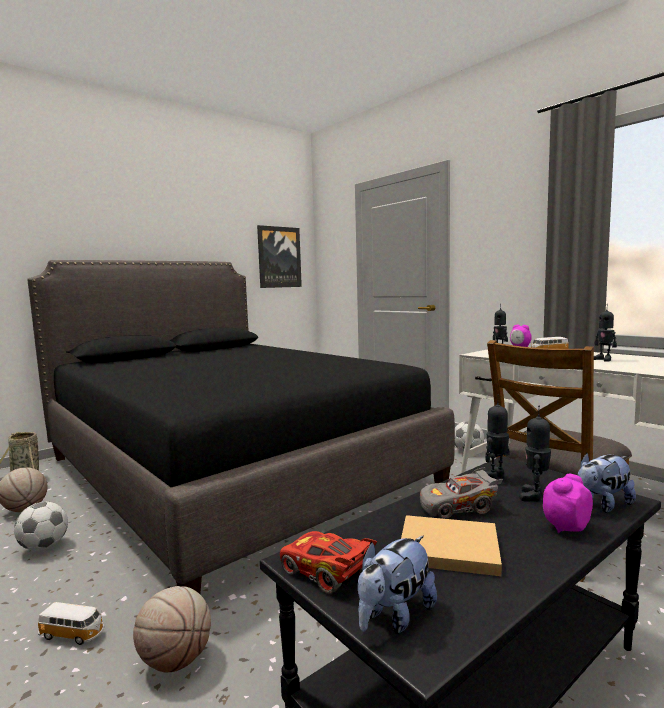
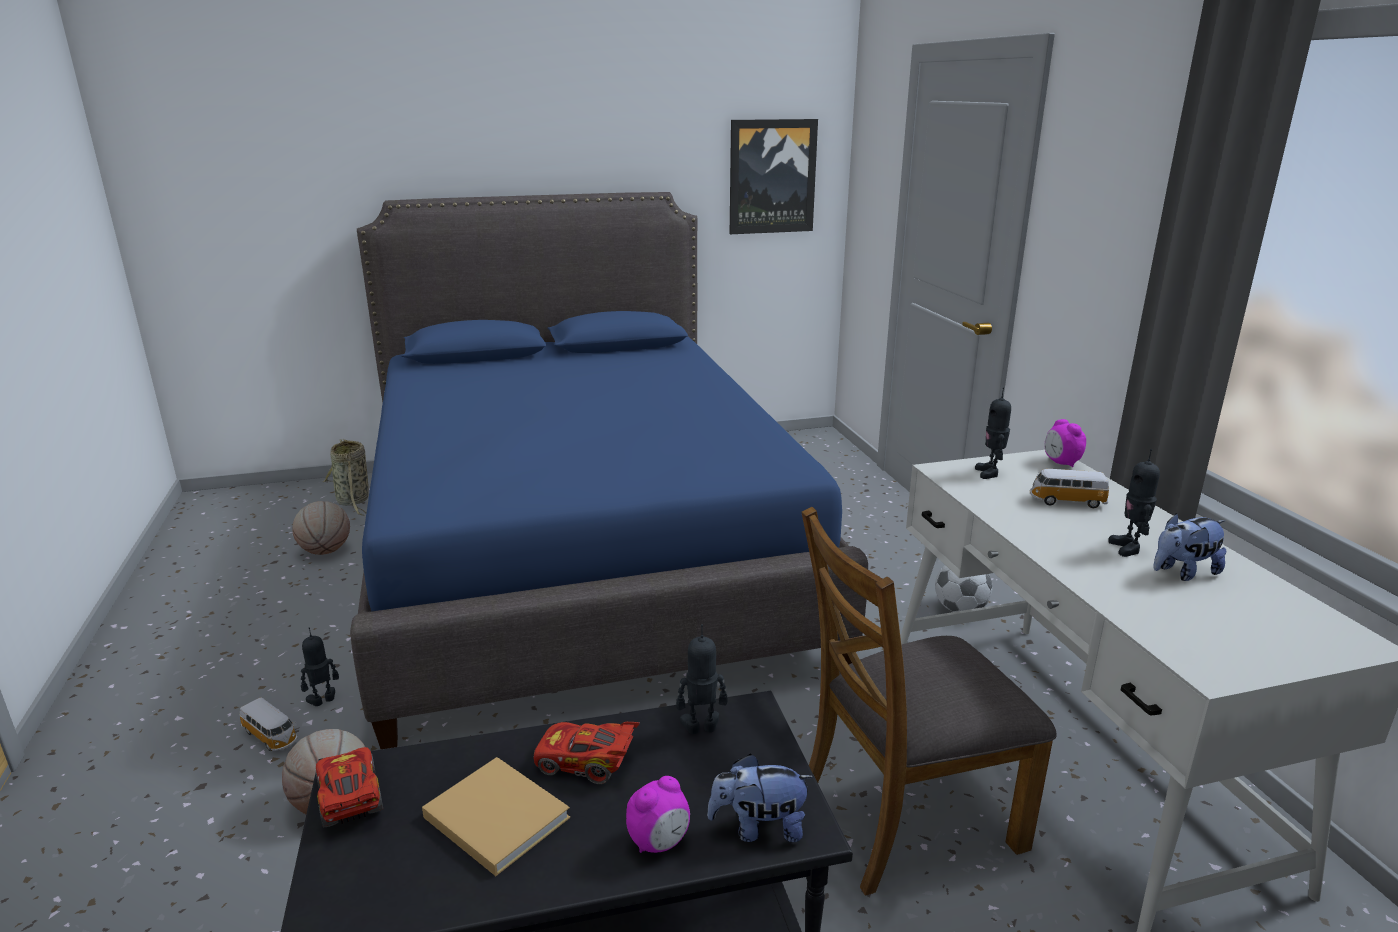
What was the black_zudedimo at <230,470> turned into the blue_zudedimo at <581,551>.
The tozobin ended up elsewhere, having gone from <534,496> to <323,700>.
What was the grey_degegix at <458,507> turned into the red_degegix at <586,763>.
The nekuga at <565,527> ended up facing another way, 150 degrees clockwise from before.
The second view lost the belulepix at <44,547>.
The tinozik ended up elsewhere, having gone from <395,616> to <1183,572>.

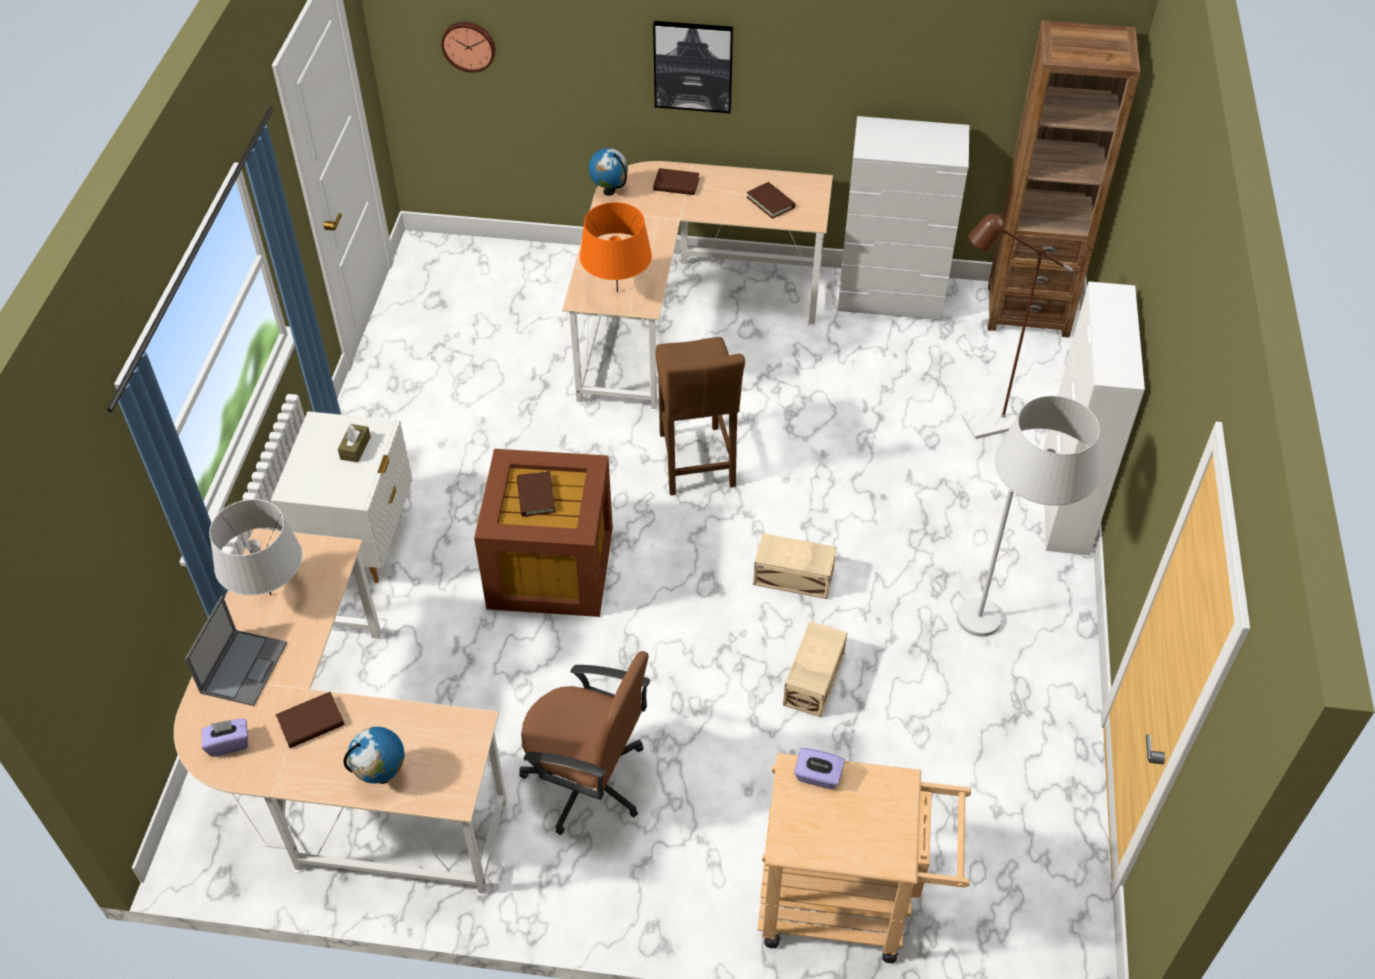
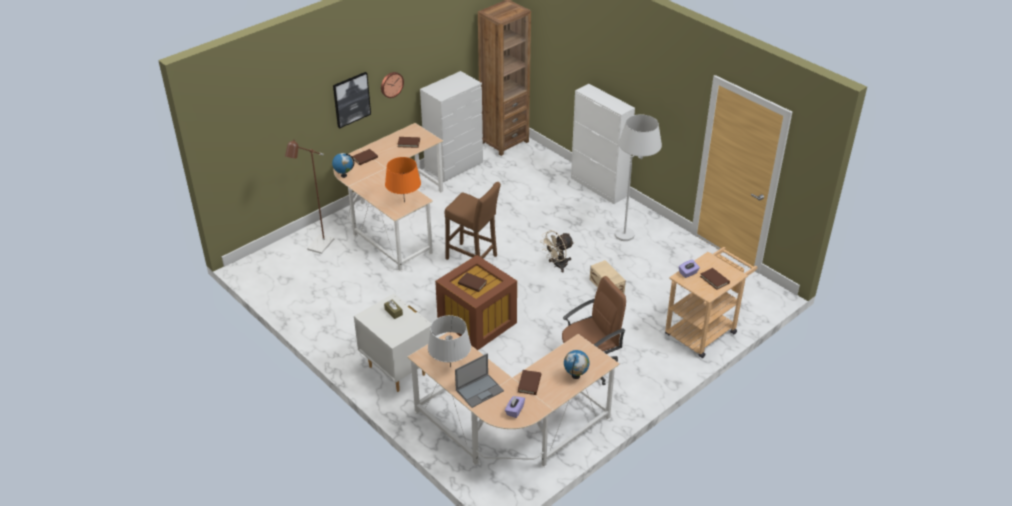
The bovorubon ended up elsewhere, having gone from <469,45> to <391,84>.
The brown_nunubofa ended up elsewhere, having gone from <981,424> to <318,247>.
Where the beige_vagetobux stood at <794,578>, the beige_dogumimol came to stand at <557,265>.
The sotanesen at <244,667> ended up facing another way, 90 degrees clockwise from before.
The second view gained the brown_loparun at <714,280>.

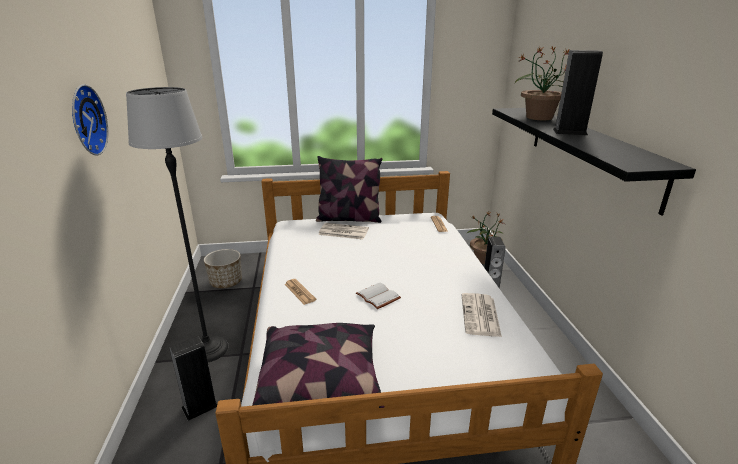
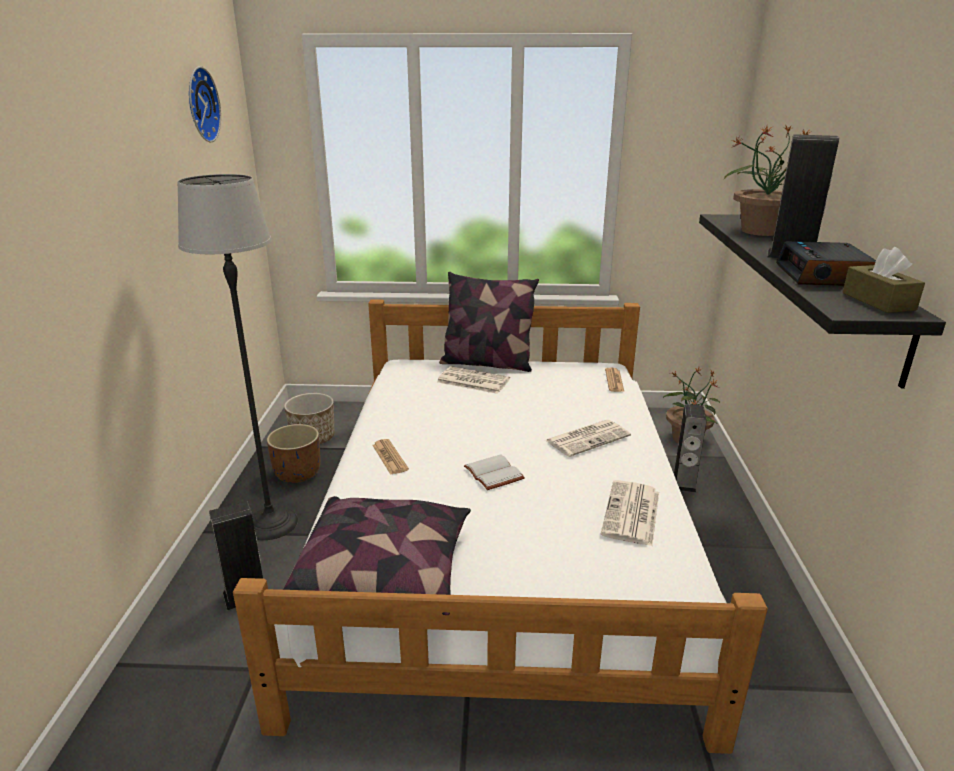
The bovorubon ended up elsewhere, having gone from <85,120> to <199,105>.
The second view gained the nekuga at <824,275>.
The second view gained the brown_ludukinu at <878,301>.
The second view gained the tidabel at <588,438>.
The second view gained the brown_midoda at <298,473>.

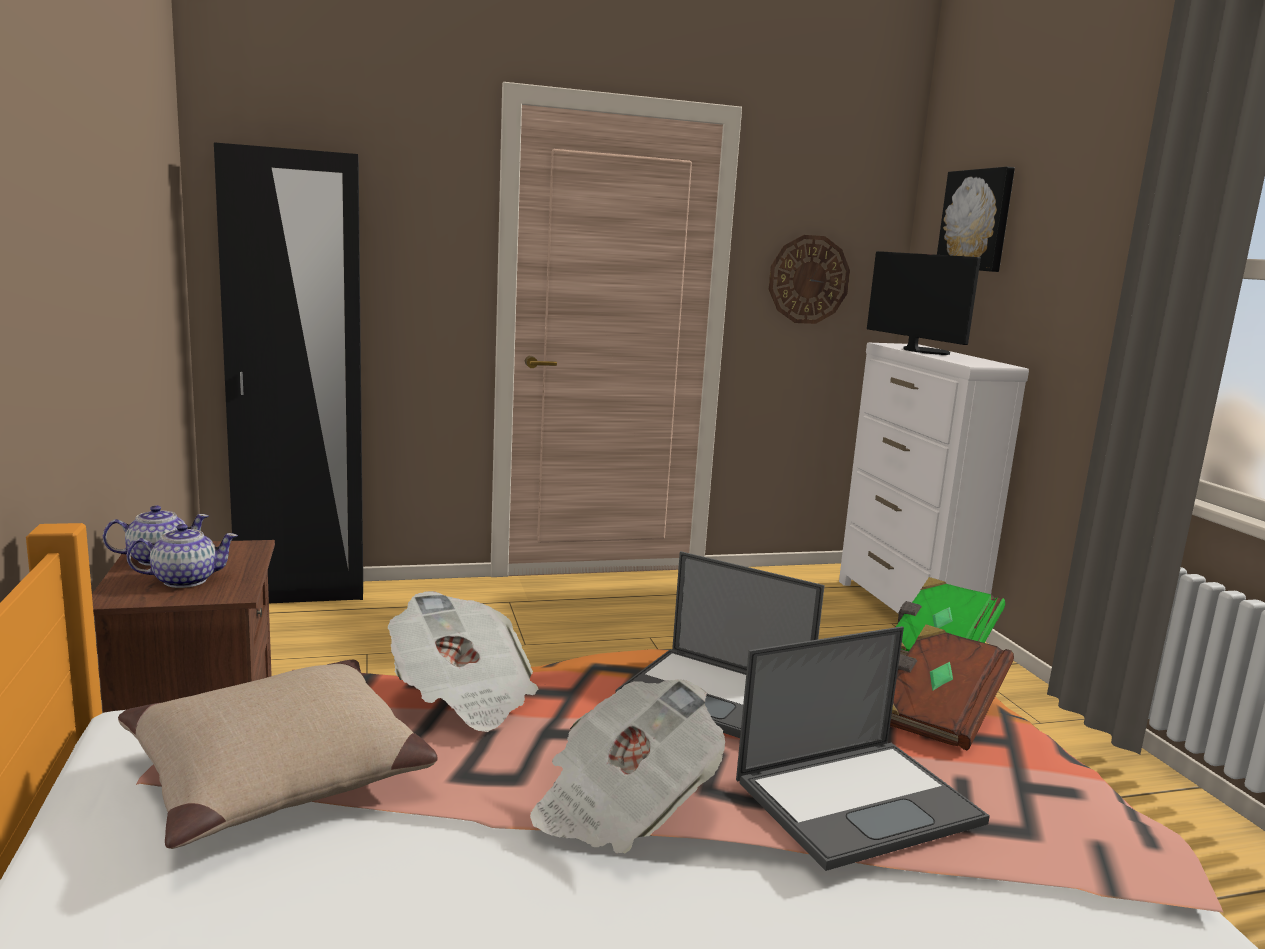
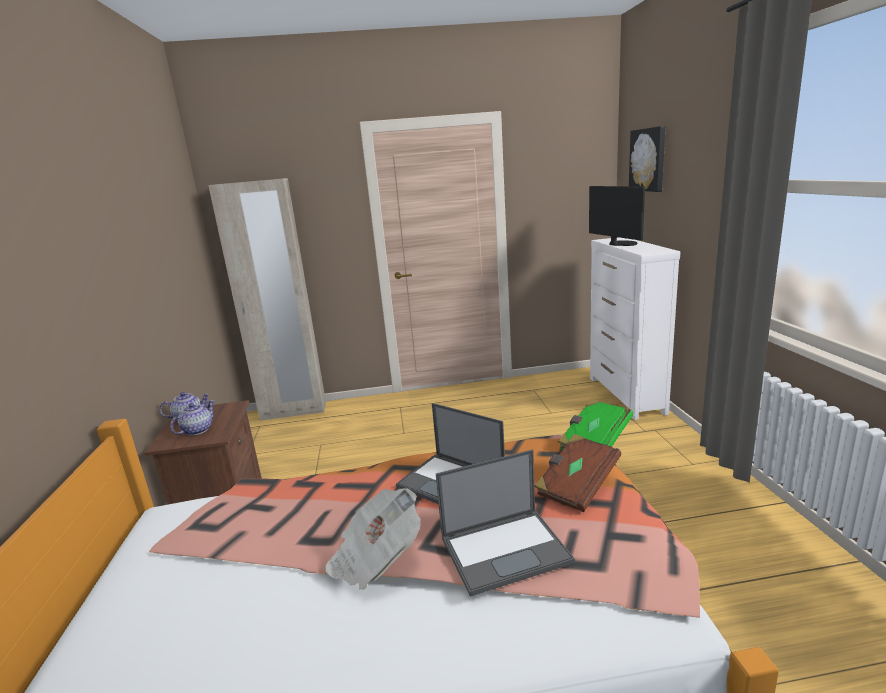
What was the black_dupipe at <301,594> turned into the beige_dupipe at <293,411>.
The second view lost the bovorubon at <808,279>.
The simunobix at <184,580> ended up facing another way, 45 degrees counterclockwise from before.
The second view lost the tidabel at <463,695>.
The second view lost the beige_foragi at <279,772>.

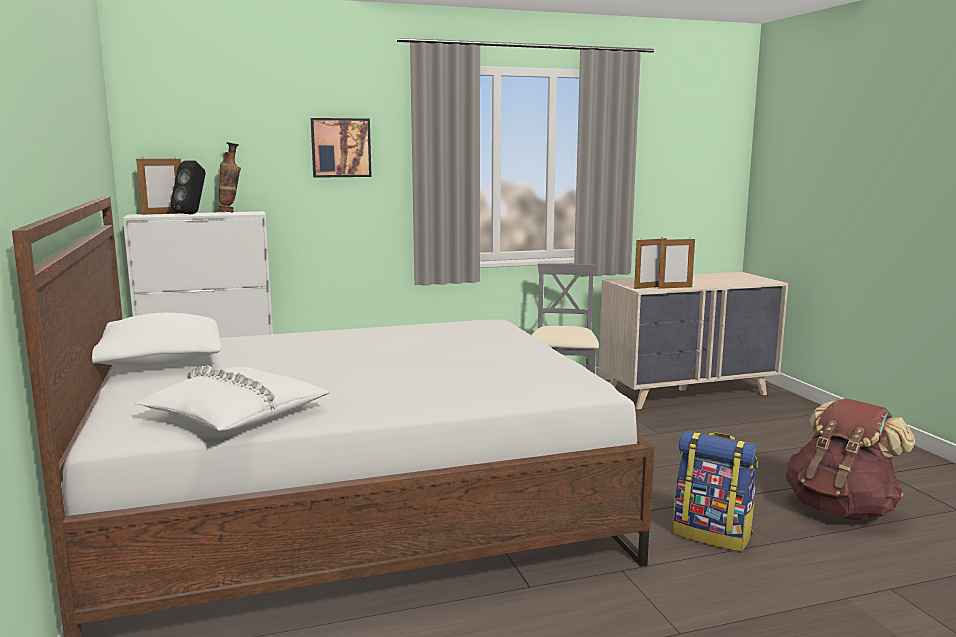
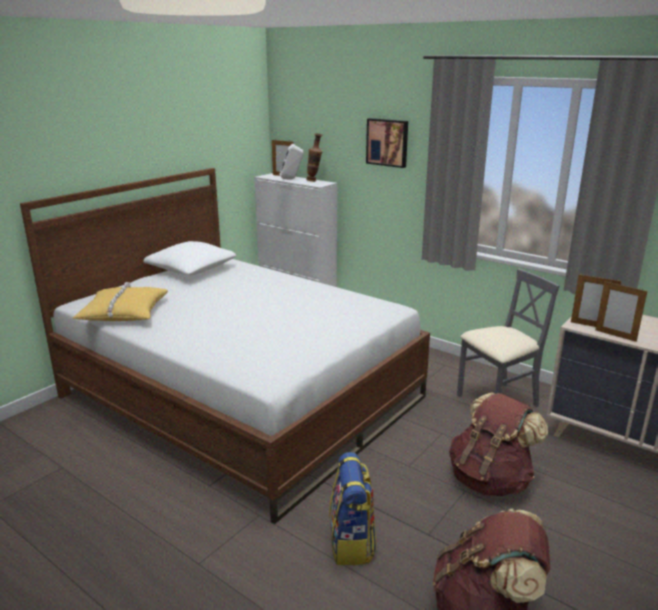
What was the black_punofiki at <192,214> turned into the white_punofiki at <291,179>.
What was the white_foragi at <234,414> turned into the yellow_foragi at <124,313>.
The second view gained the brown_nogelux at <490,480>.

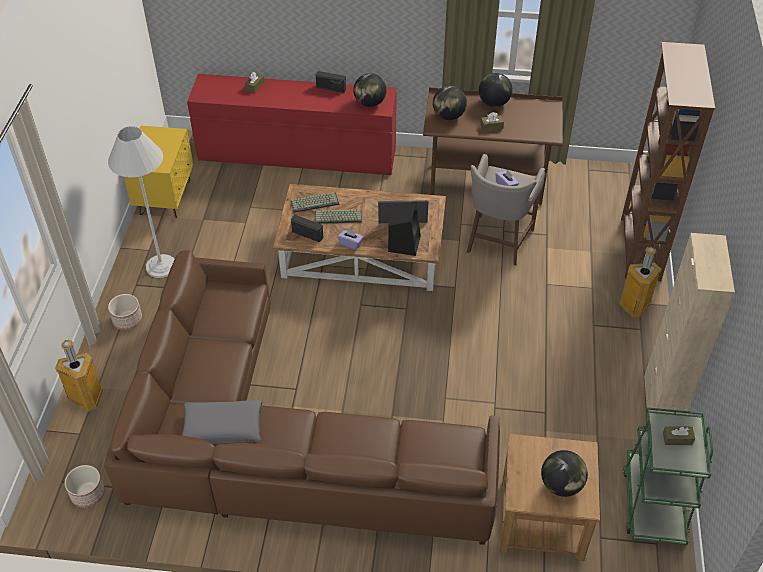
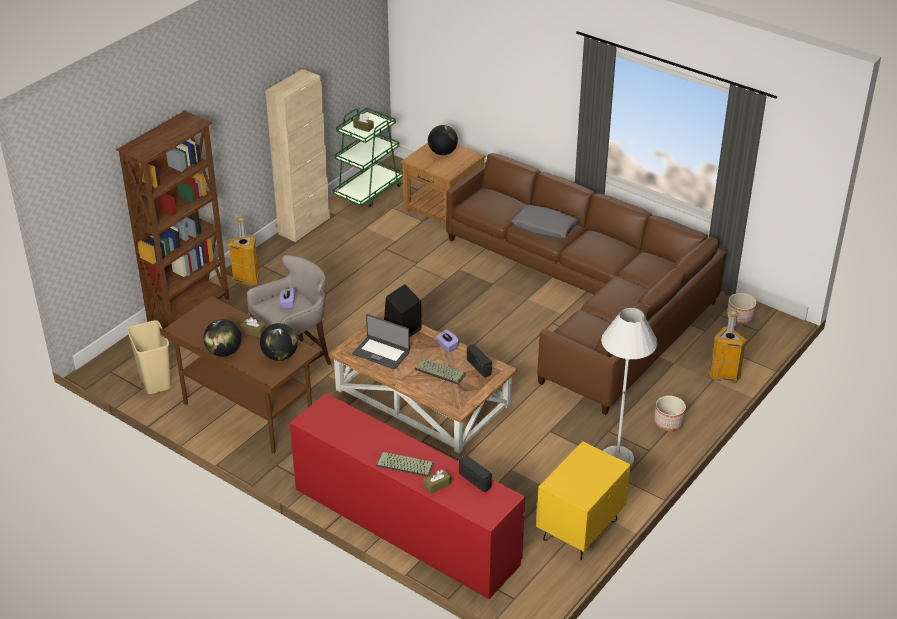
The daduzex ended up elsewhere, having gone from <331,88> to <475,480>.
The second view lost the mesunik at <370,103>.
The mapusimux ended up elsewhere, having gone from <315,202> to <404,465>.
The grey_foragi ended up elsewhere, having gone from <223,427> to <544,227>.
The second view gained the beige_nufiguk at <154,382>.

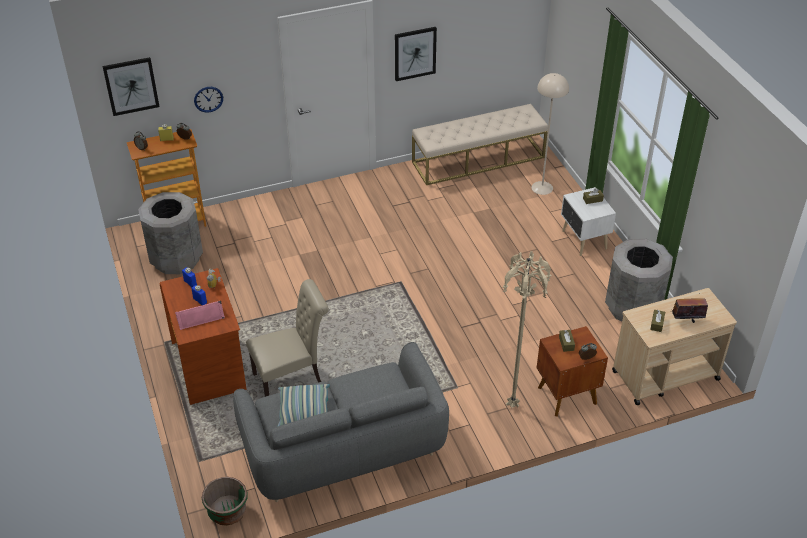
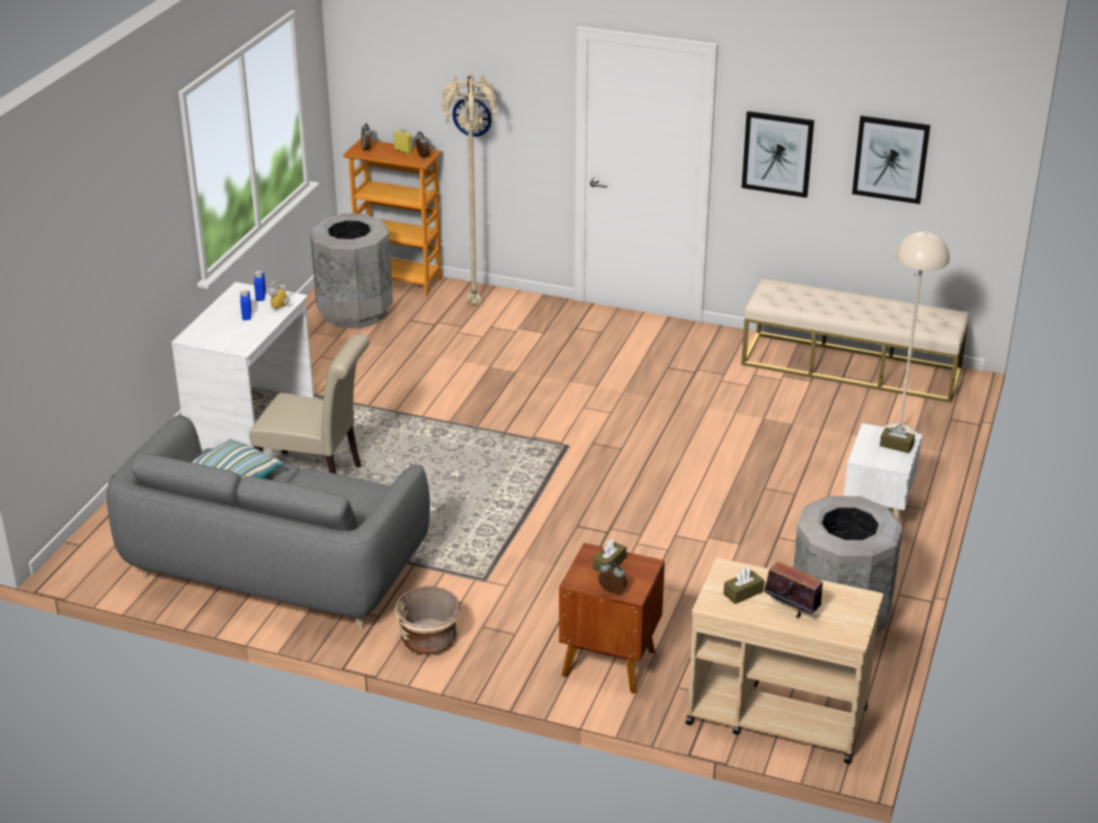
The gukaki ended up elsewhere, having gone from <131,86> to <890,159>.
The beige_nunubofa ended up elsewhere, having gone from <513,405> to <476,304>.
What was the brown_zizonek at <209,366> turned into the white_zizonek at <252,423>.
The second view lost the pink_punofiki at <200,317>.
The second view lost the green_midoda at <227,512>.
The second view gained the beige_midoda at <428,640>.

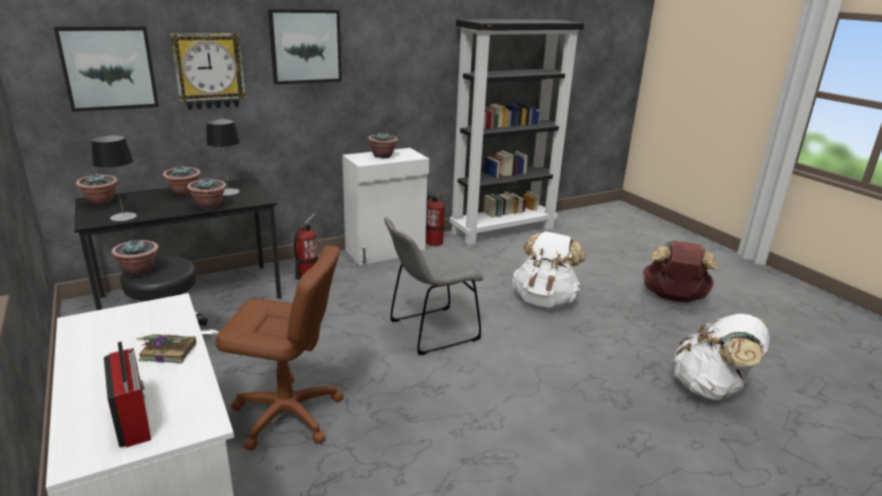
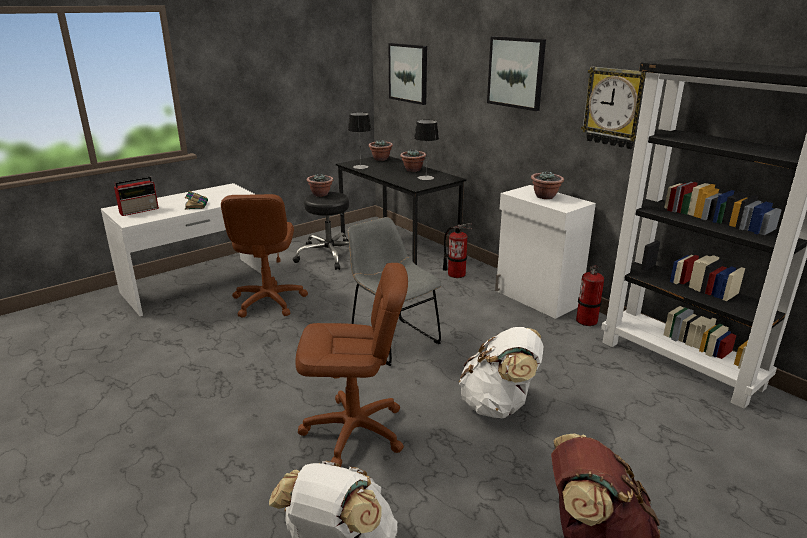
The bovorubon ended up elsewhere, having gone from <209,71> to <616,107>.
The second view lost the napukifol at <209,206>.
The second view gained the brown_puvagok at <354,431>.

